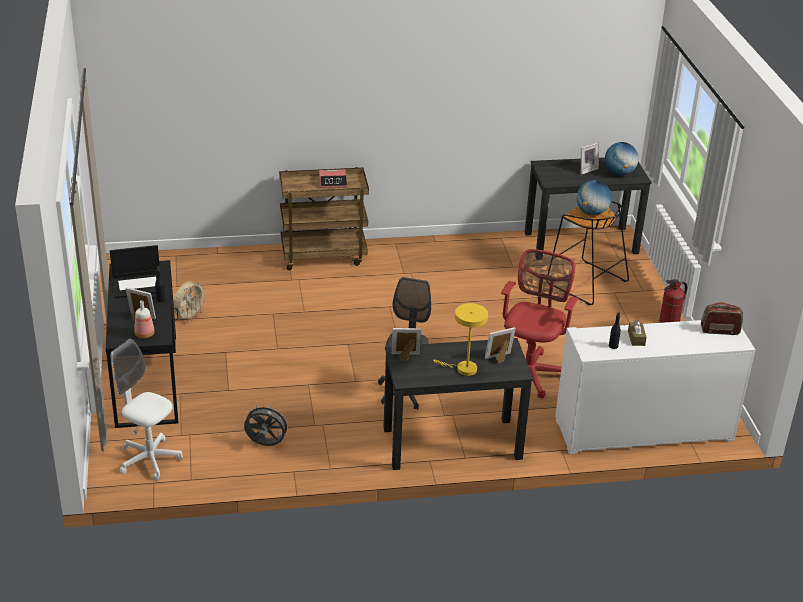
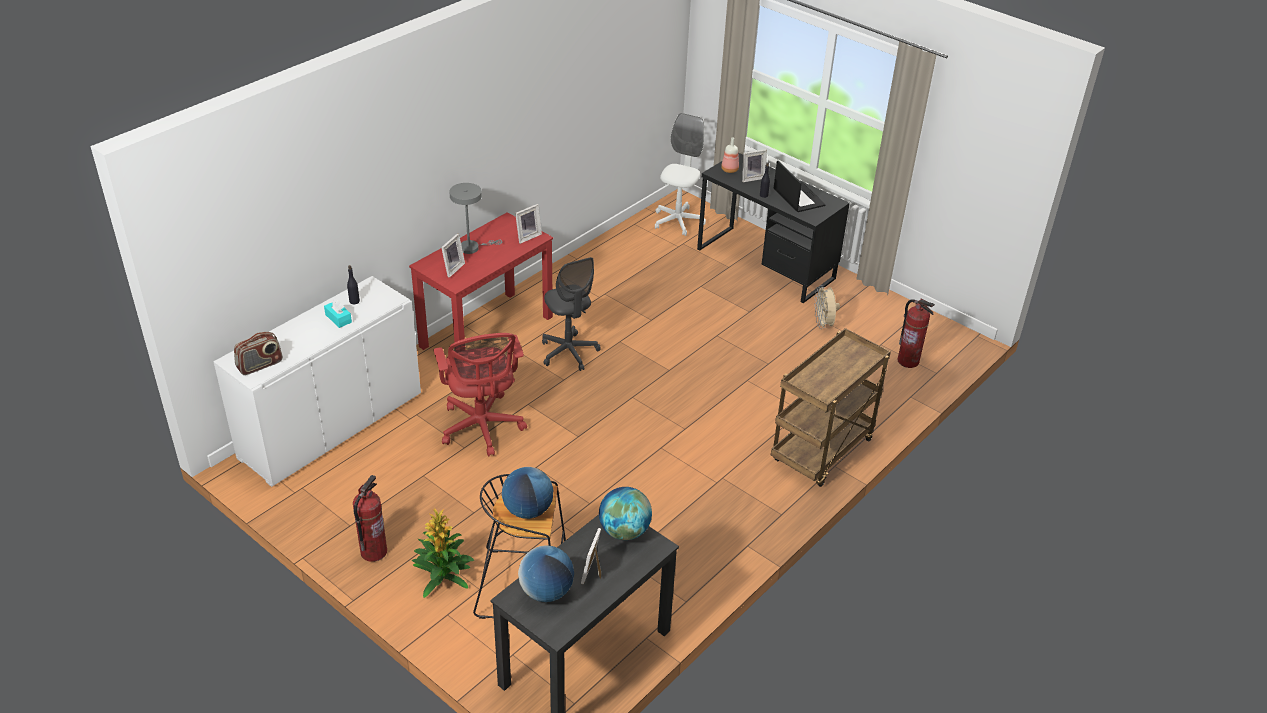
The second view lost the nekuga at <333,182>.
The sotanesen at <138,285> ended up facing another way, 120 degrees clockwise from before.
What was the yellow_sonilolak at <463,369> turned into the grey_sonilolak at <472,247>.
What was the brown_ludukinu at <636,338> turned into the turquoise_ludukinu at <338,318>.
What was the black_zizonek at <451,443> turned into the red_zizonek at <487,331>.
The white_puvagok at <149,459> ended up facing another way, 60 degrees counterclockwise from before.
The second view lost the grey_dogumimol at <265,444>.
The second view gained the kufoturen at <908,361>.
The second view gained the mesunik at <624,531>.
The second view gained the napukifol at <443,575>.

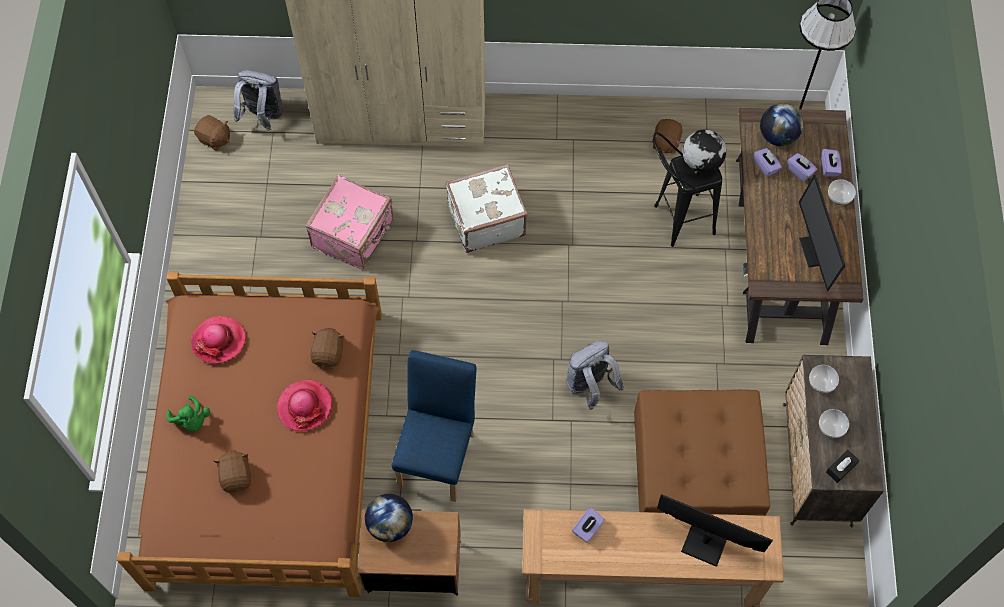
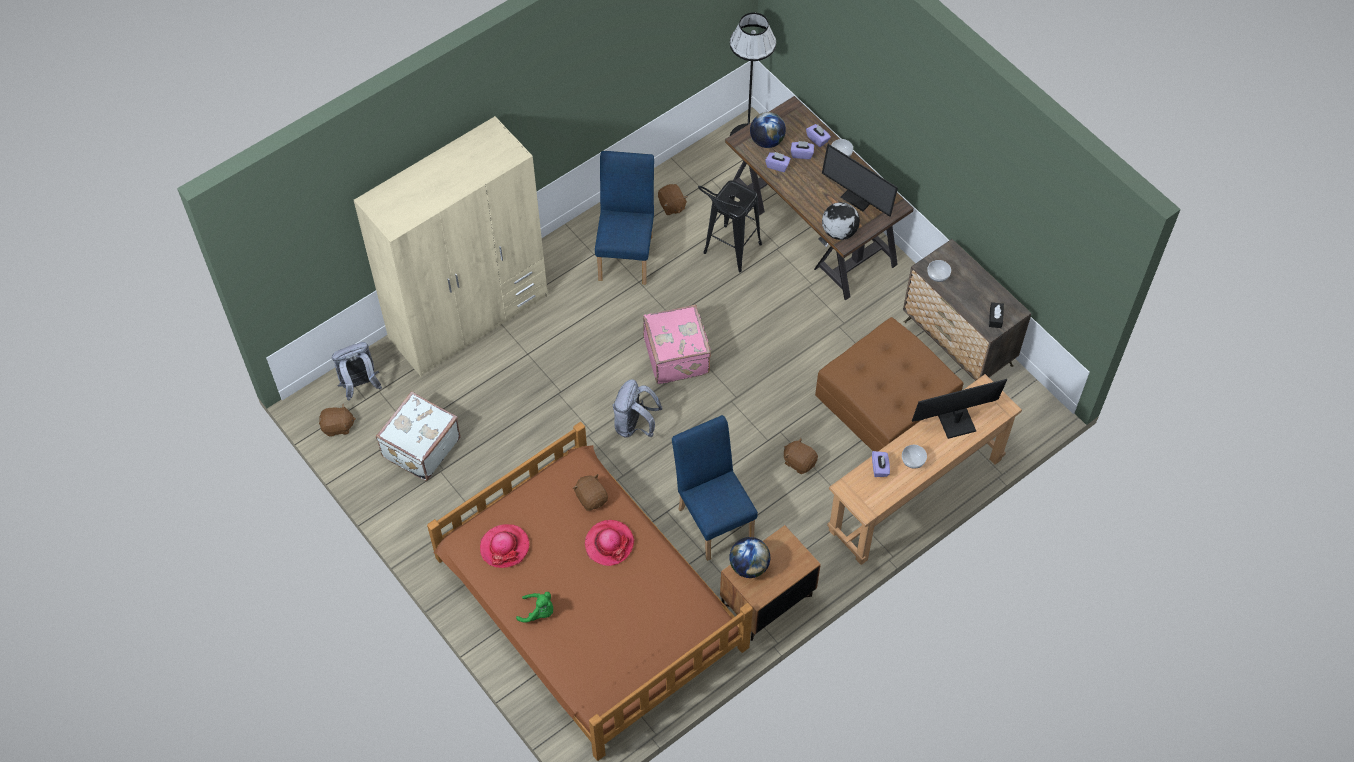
The mesunik ended up elsewhere, having gone from <701,162> to <839,231>.
The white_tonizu ended up elsewhere, having gone from <485,219> to <420,447>.
The pink_tonizu ended up elsewhere, having gone from <354,235> to <677,355>.
The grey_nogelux ended up elsewhere, having gone from <590,386> to <635,425>.
The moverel ended up elsewhere, having gone from <831,428> to <913,461>.
The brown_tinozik ended up elsewhere, having gone from <237,476> to <799,462>.
The second view gained the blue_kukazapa at <627,253>.

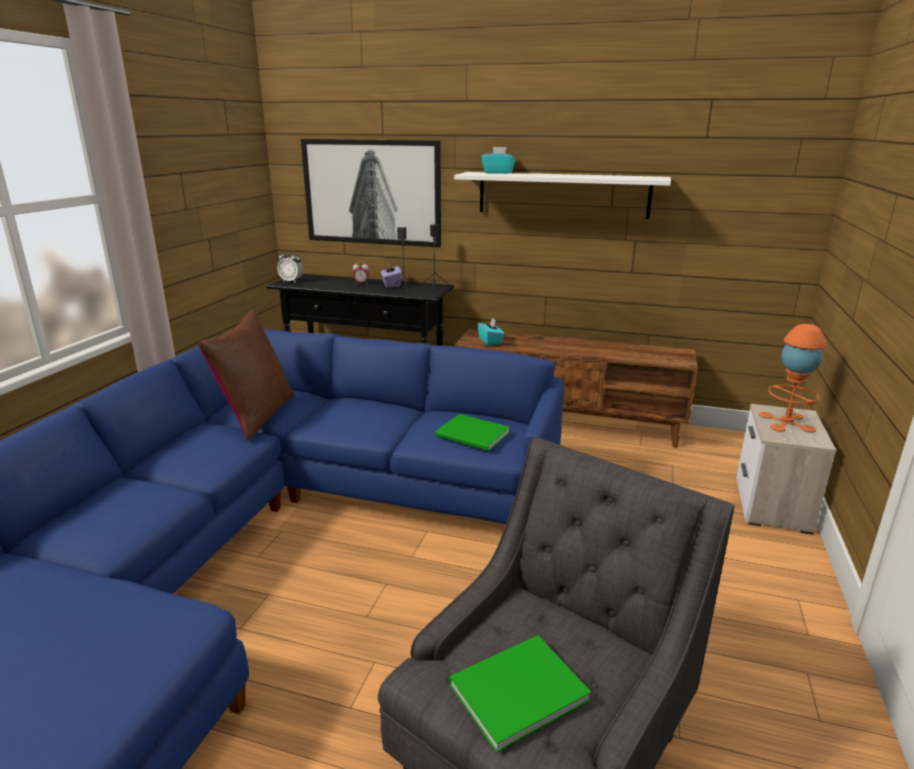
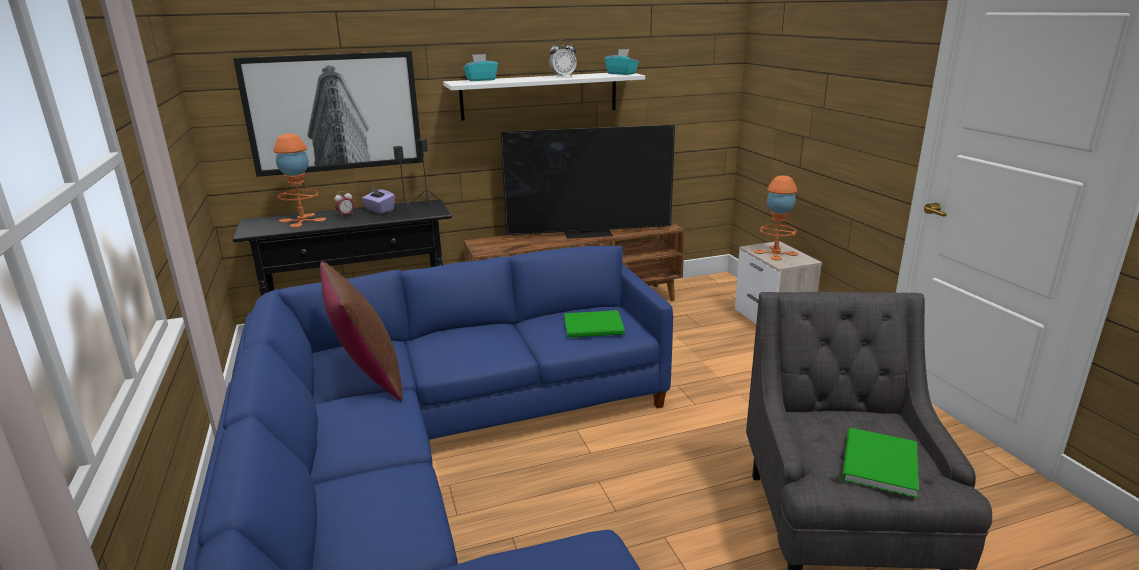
The nekuga ended up elsewhere, having gone from <291,281> to <563,77>.
The turquoise_ludukinu ended up elsewhere, having gone from <490,341> to <621,73>.
The second view gained the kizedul at <589,233>.
The second view gained the orange_sonilolak at <302,220>.

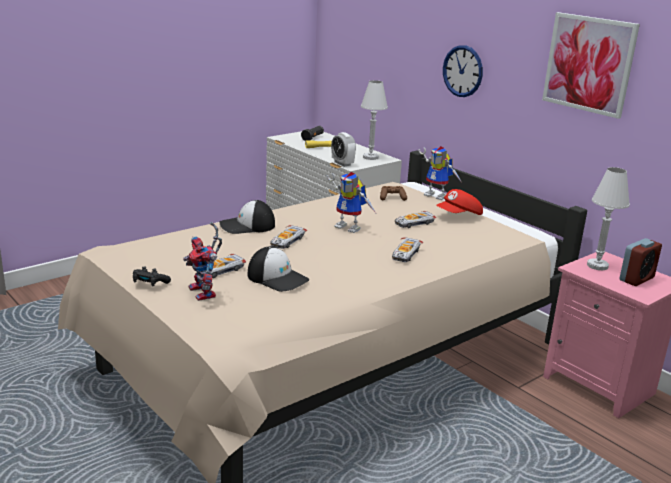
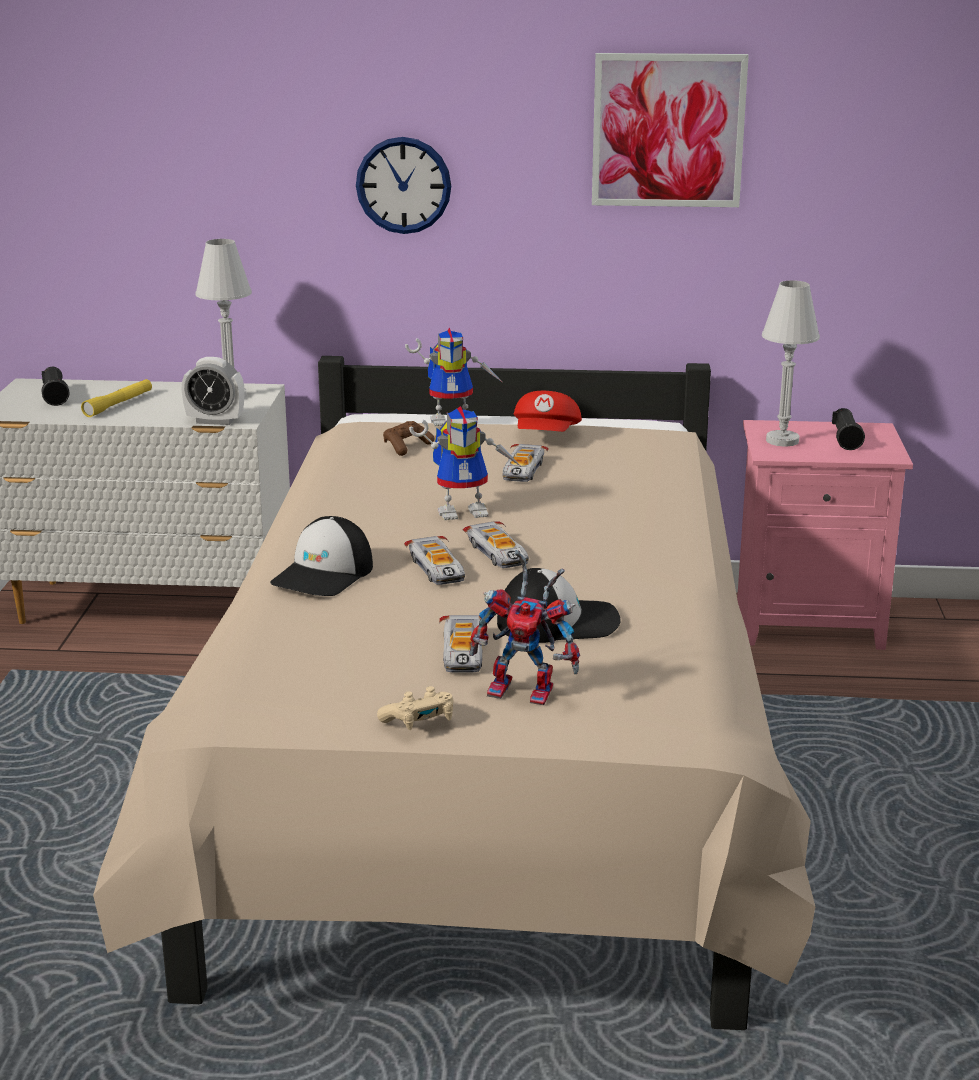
The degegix ended up elsewhere, having gone from <405,254> to <498,553>.
Where the nekuga stood at <636,279>, the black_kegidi came to stand at <845,439>.
What was the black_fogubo at <150,283> turned into the beige_fogubo at <420,722>.

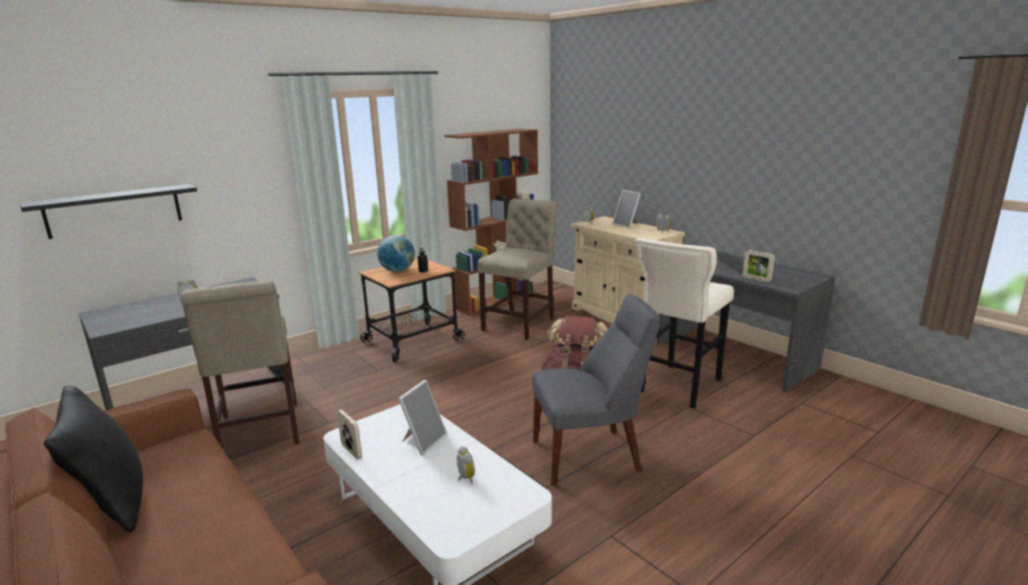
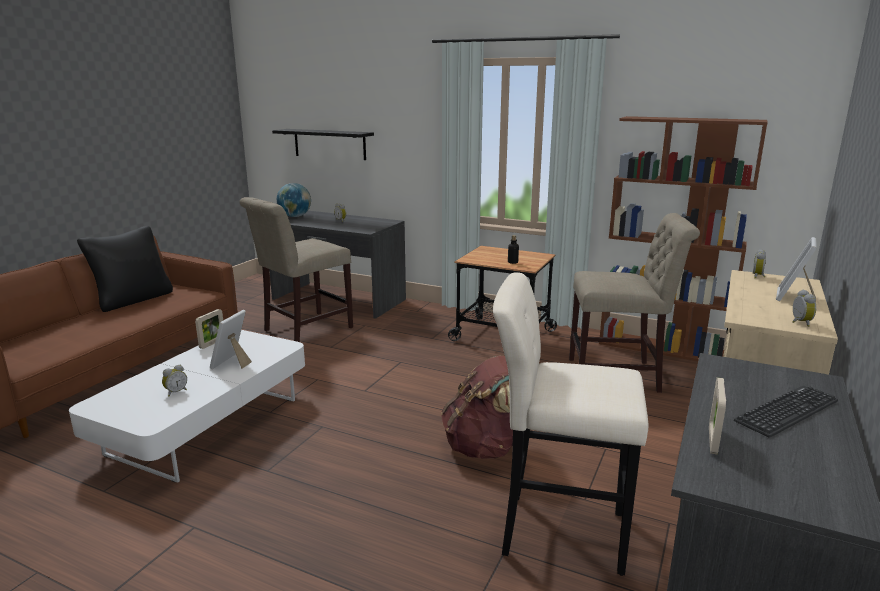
The mesunik ended up elsewhere, having gone from <397,271> to <295,216>.
The second view lost the grey_kukazapa at <591,455>.
The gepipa at <423,441> ended up facing another way, 105 degrees clockwise from before.

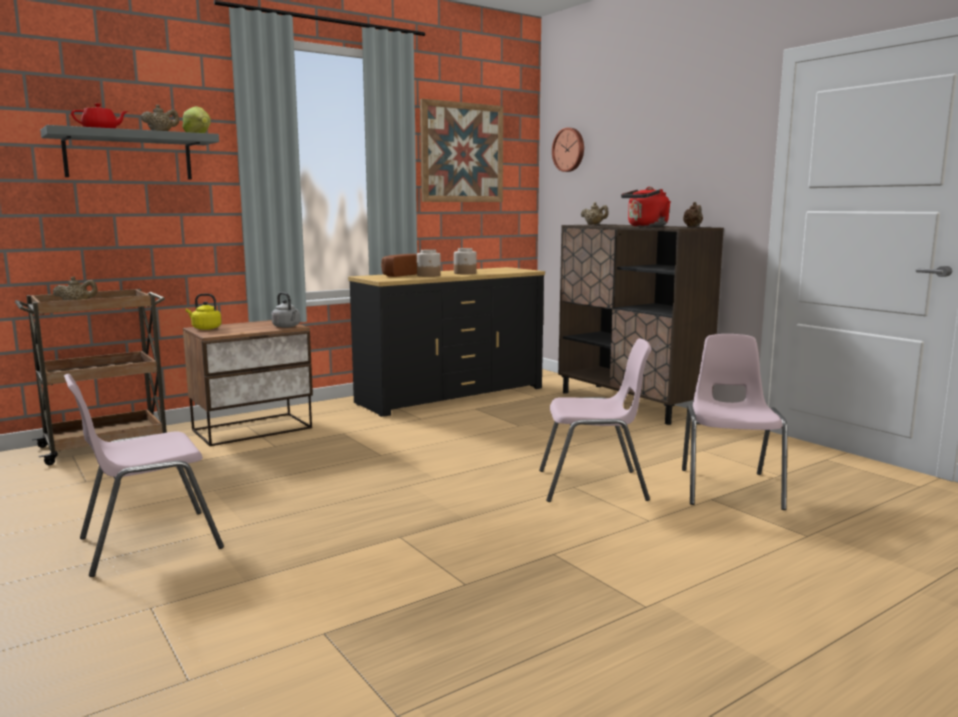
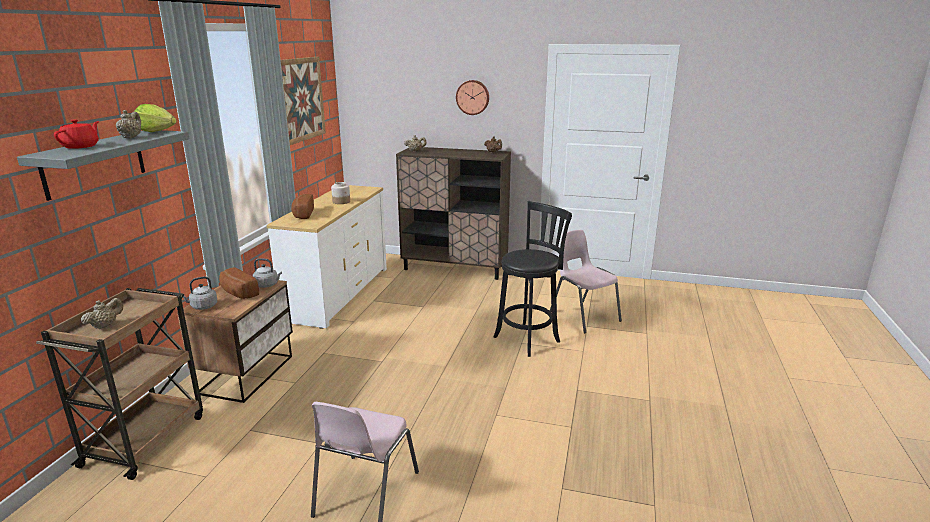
The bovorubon ended up elsewhere, having gone from <569,150> to <473,97>.
The second view lost the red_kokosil at <646,226>.
The second view lost the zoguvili at <429,275>.
What was the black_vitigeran at <451,396> turned into the white_vitigeran at <338,293>.
What was the yellow_kokosil at <205,328> turned into the grey_kokosil at <202,307>.
Where the pink_kukazapa stood at <594,486>, the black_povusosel came to stand at <529,338>.
The second view gained the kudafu at <237,293>.

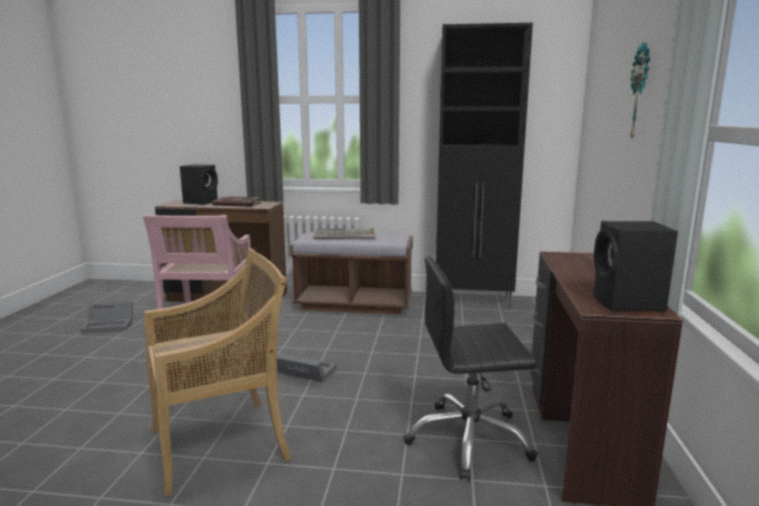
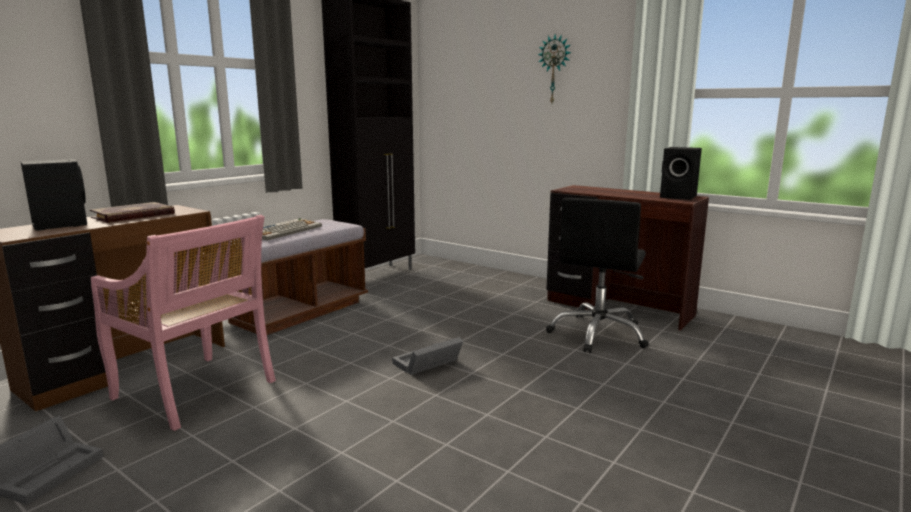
The second view lost the beige_kukazapa at <222,443>.

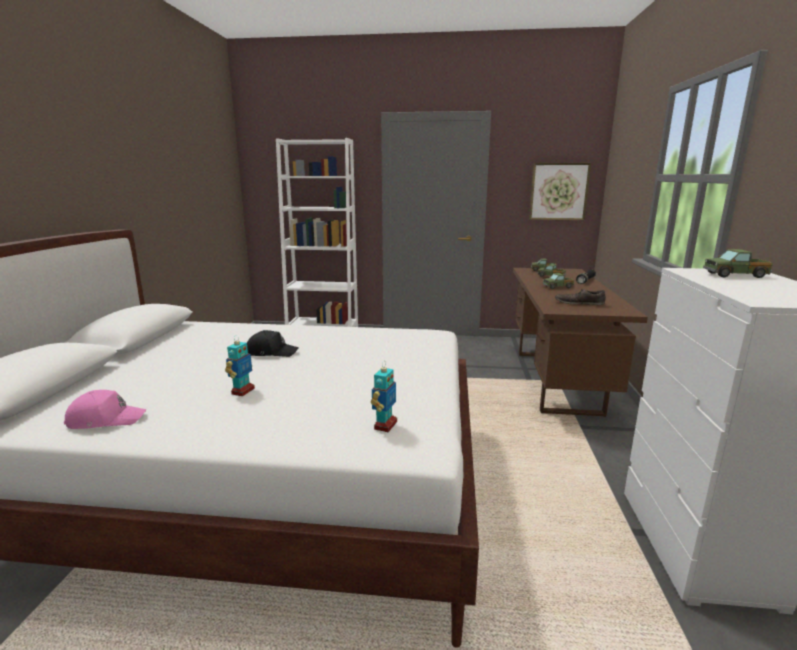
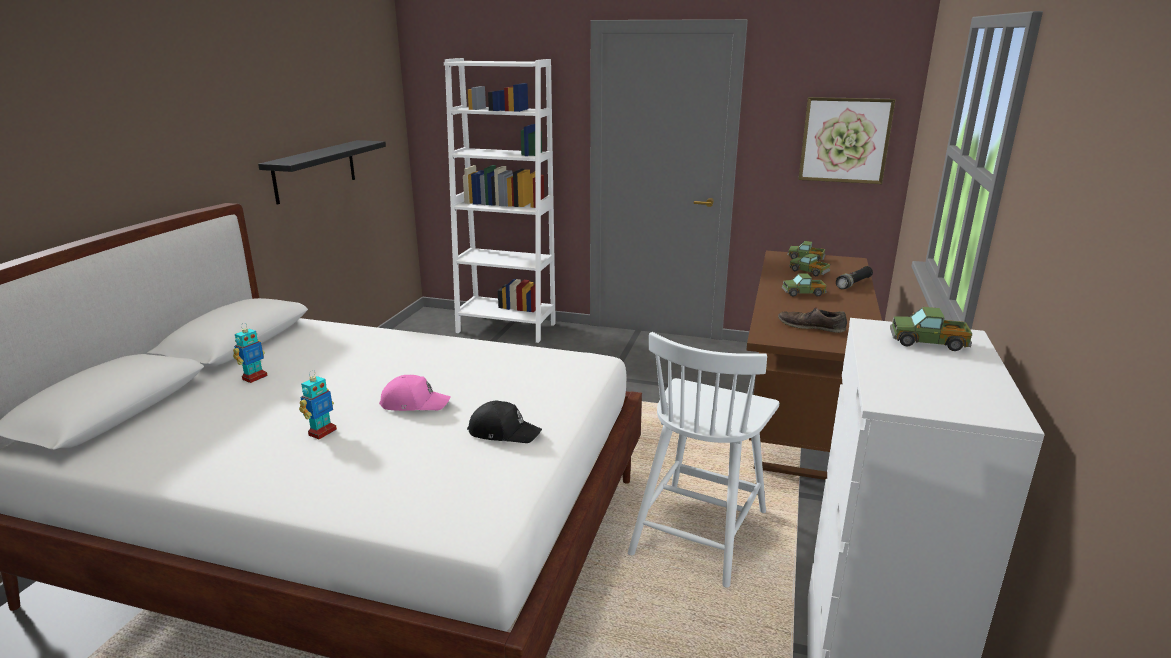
The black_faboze ended up elsewhere, having gone from <271,352> to <503,432>.
The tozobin ended up elsewhere, having gone from <385,425> to <254,377>.
The pink_faboze ended up elsewhere, having gone from <106,419> to <414,403>.
The second view gained the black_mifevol at <315,171>.
The second view gained the white_kukazapa at <699,529>.

